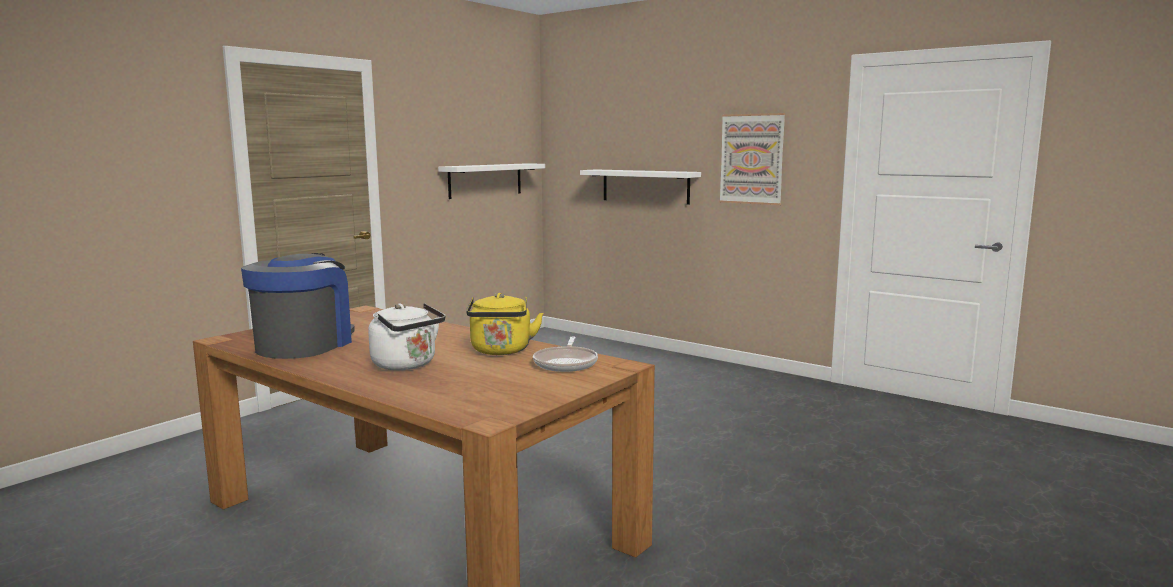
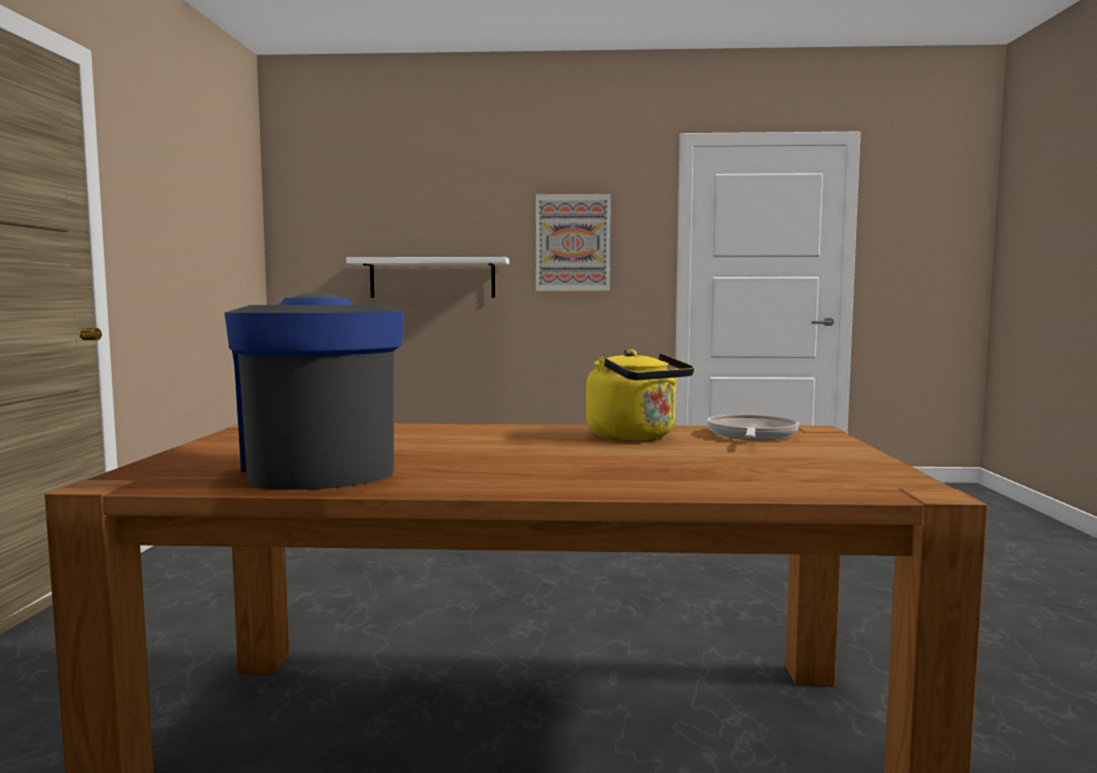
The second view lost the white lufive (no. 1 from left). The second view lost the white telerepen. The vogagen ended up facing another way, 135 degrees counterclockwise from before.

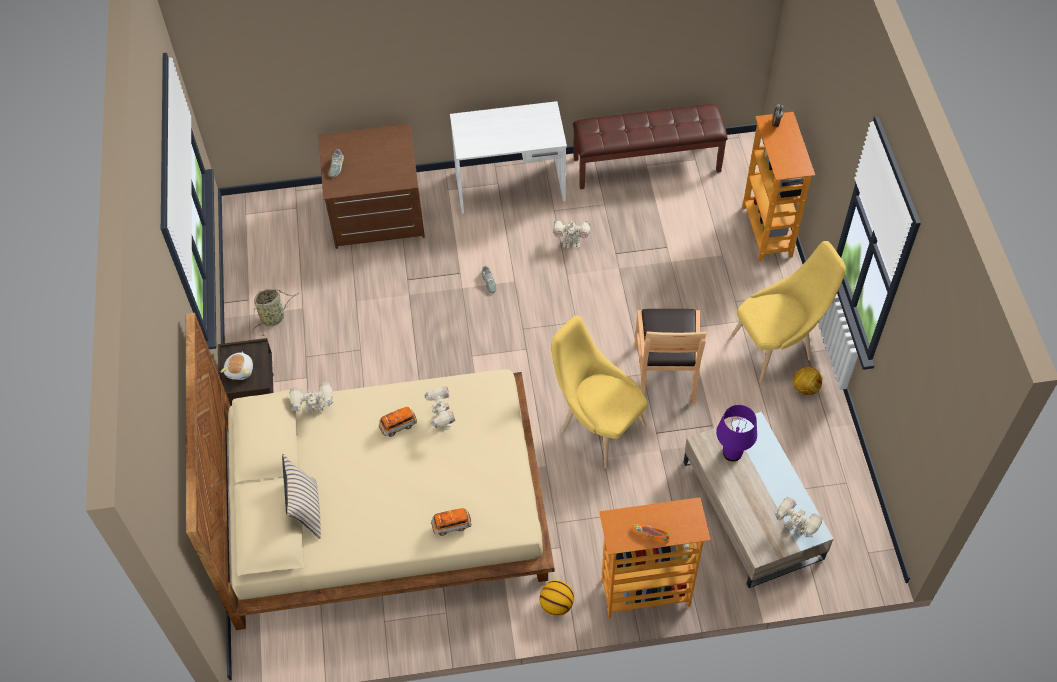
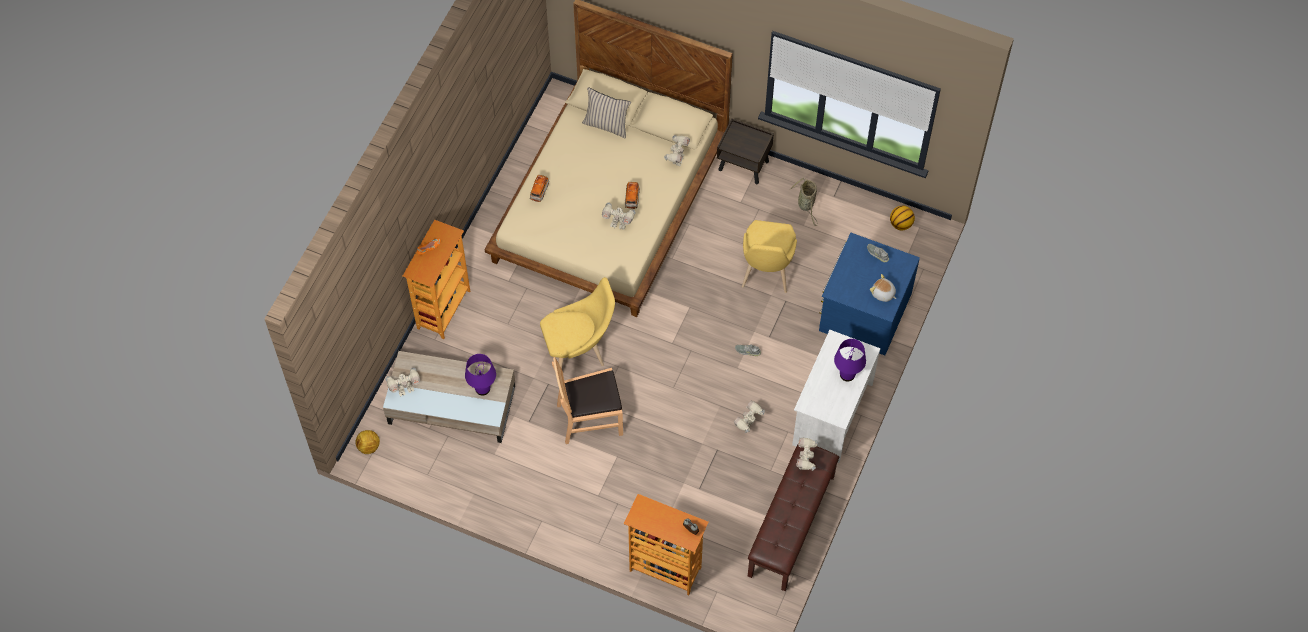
What was the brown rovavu turned into the blue rovavu. The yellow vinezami (no. 2 from left) ended up elsewhere. The brown vinezami ended up facing another way, 45 degrees counterclockwise from before. The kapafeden ended up elsewhere. The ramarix ended up elsewhere. The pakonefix ended up elsewhere. The second view gained the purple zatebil (no. 2 from left). The second view gained the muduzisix (no. 5 from left).

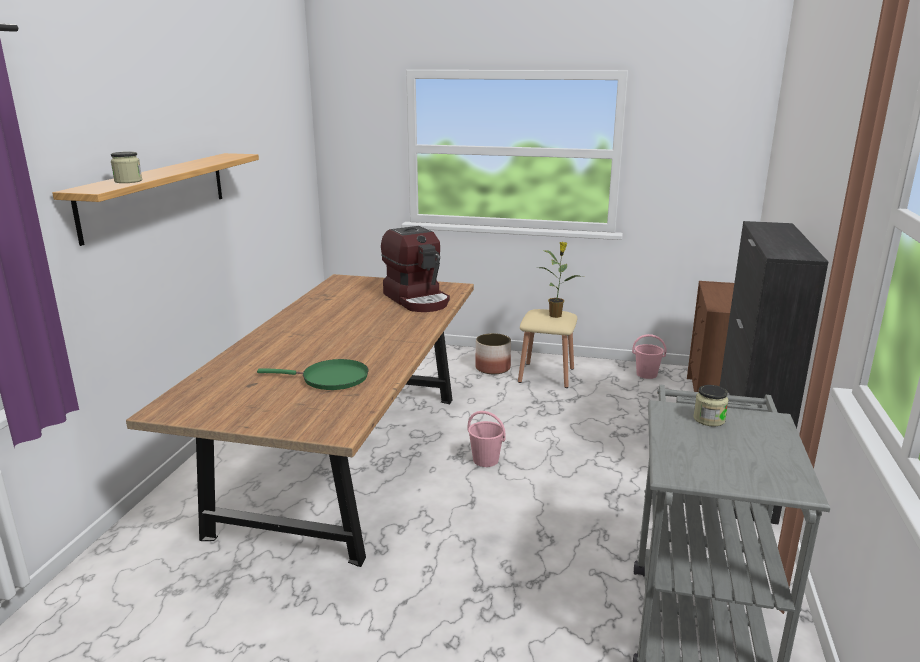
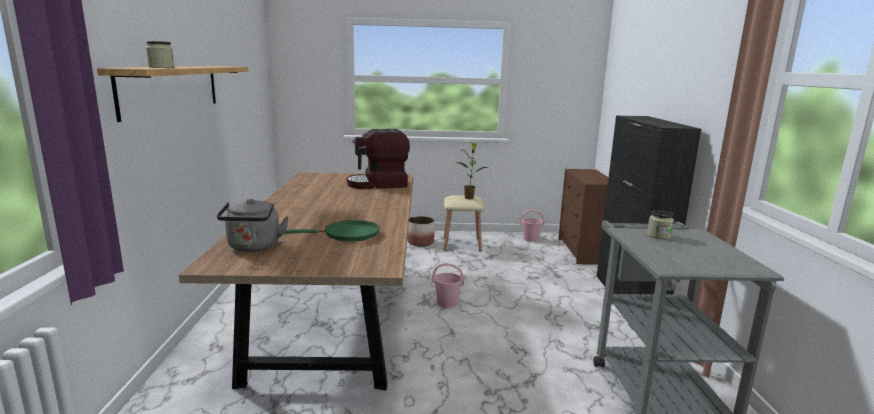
The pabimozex ended up facing another way, 120 degrees clockwise from before. The second view gained the grey telerepen.

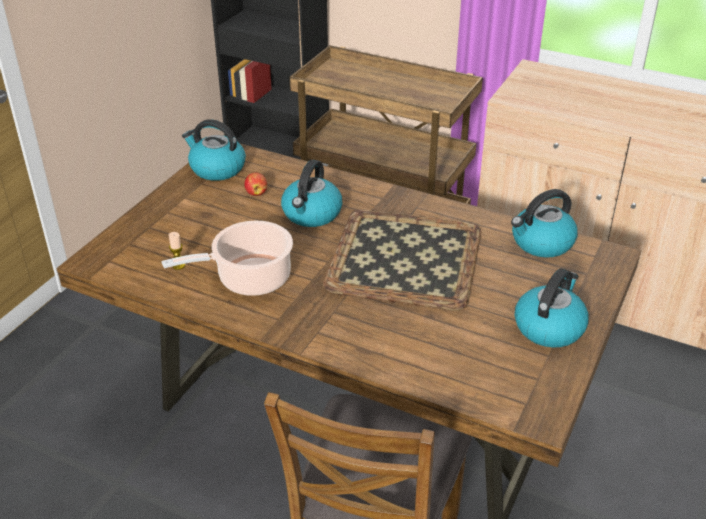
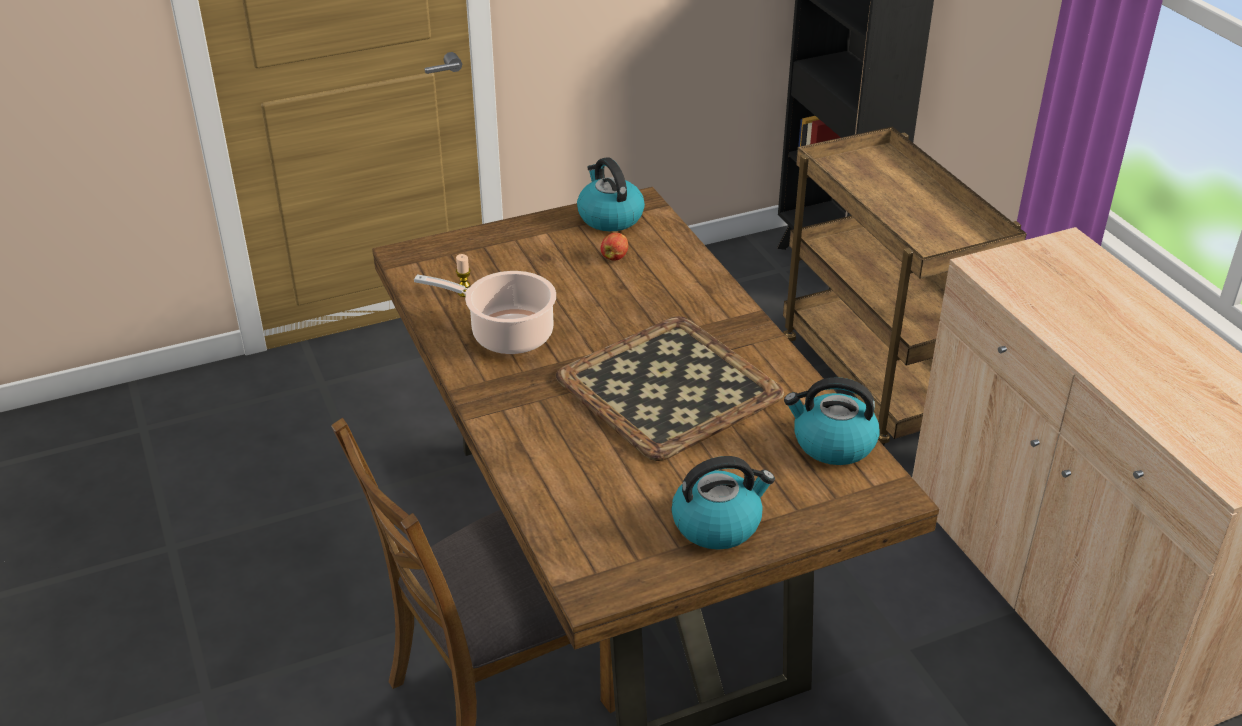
The second view lost the telerepen (no. 2 from left).

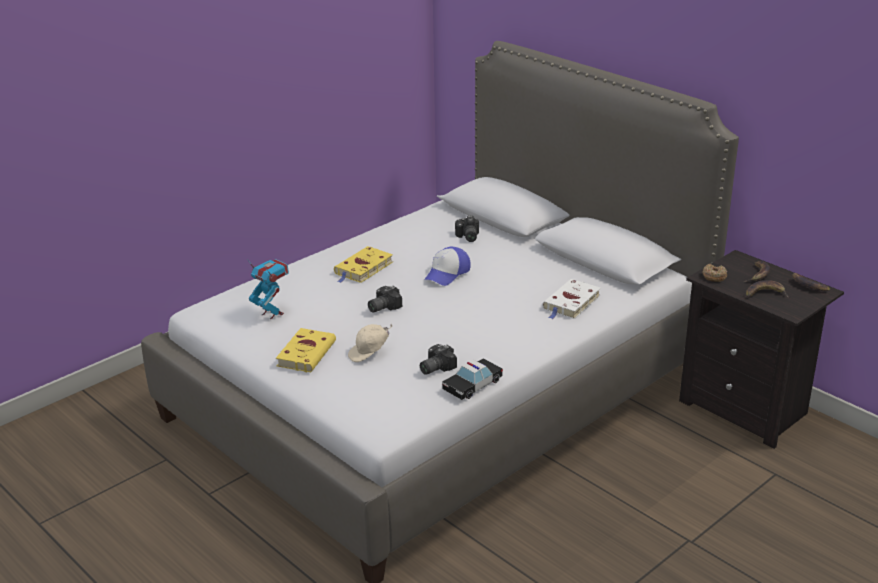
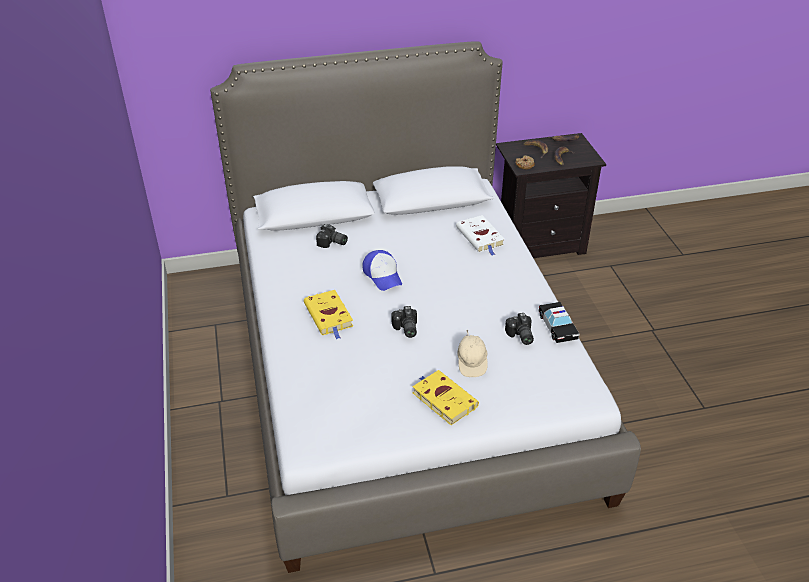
The second view lost the muduzisix.

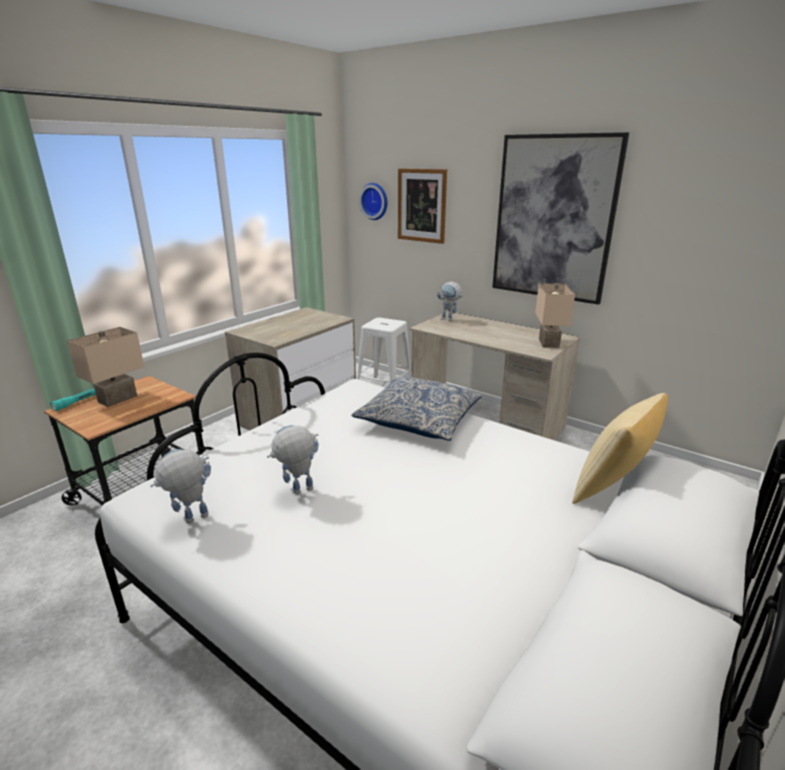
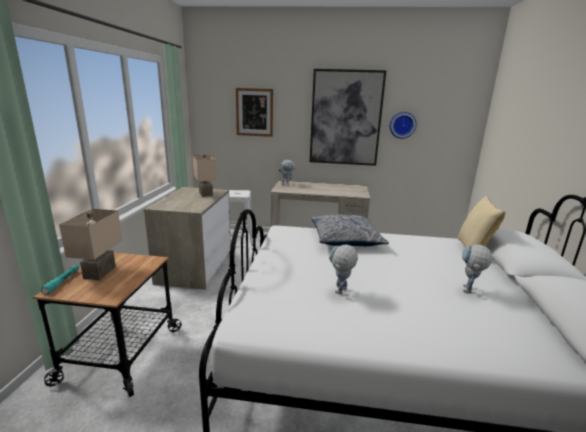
The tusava ended up elsewhere. The beige zatebil (no. 2 from left) ended up elsewhere. The muduzisix (no. 1 from left in the first image) ended up elsewhere.

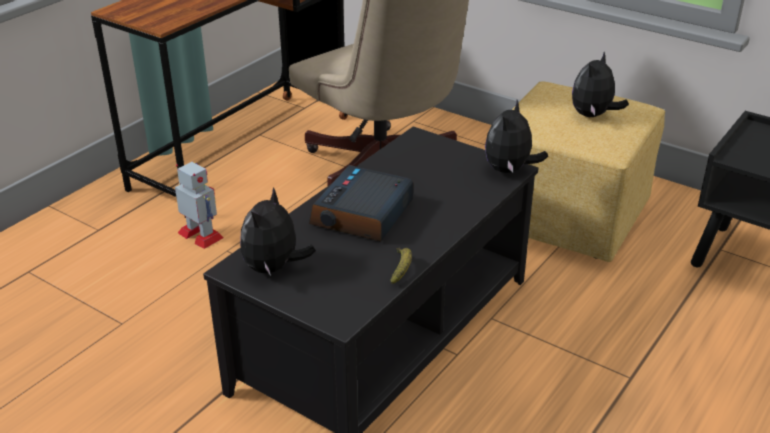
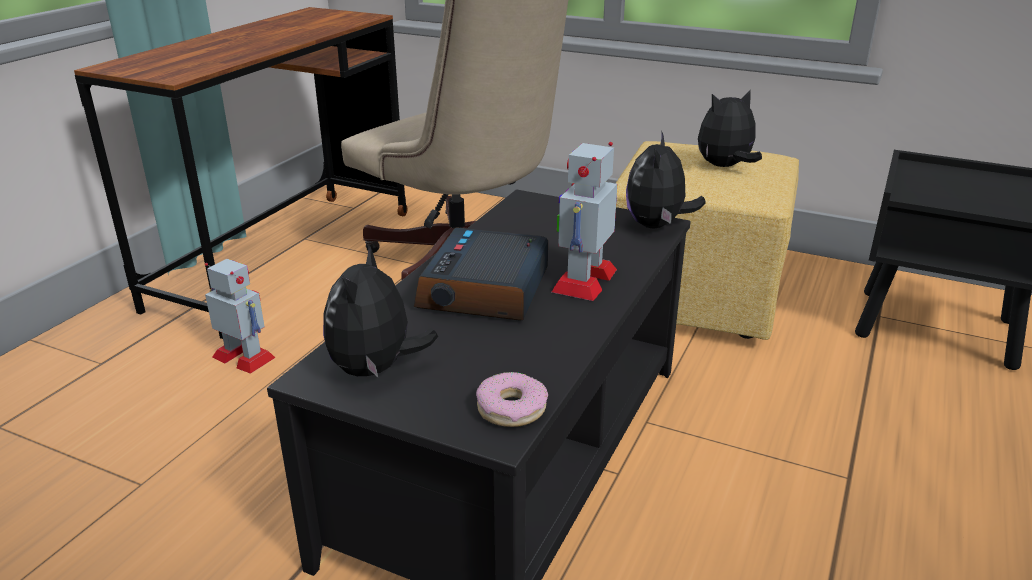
The kapafeden (no. 3 from left) ended up facing another way, 45 degrees clockwise from before. The second view lost the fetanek. The second view gained the muduzisix (no. 2 from left). The second view gained the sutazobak.

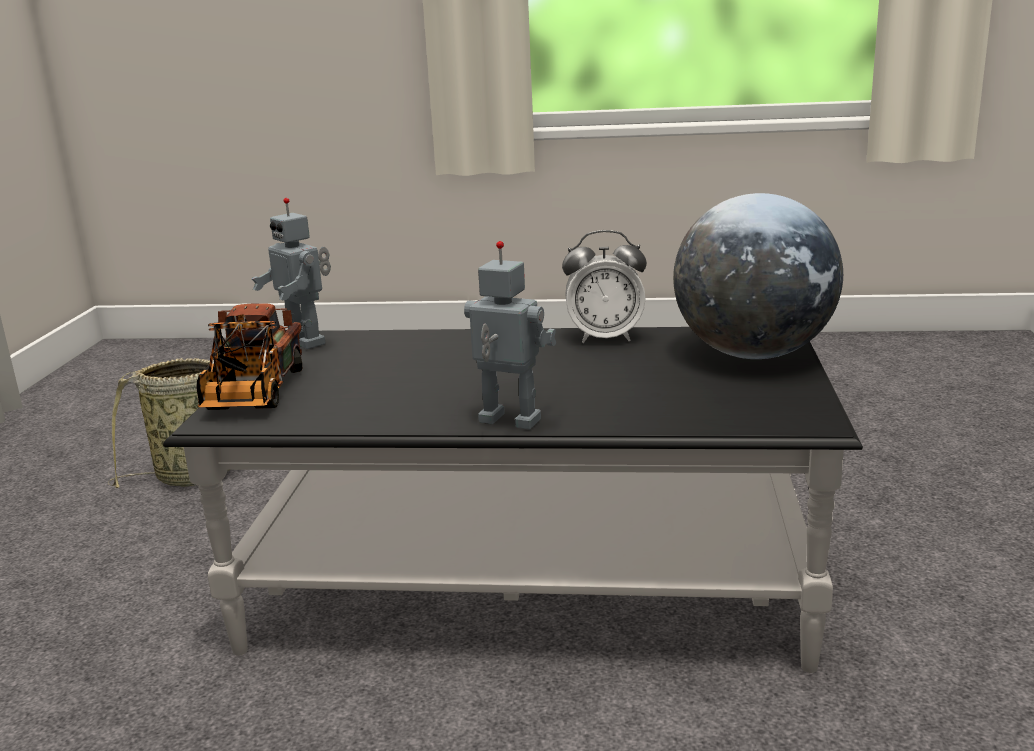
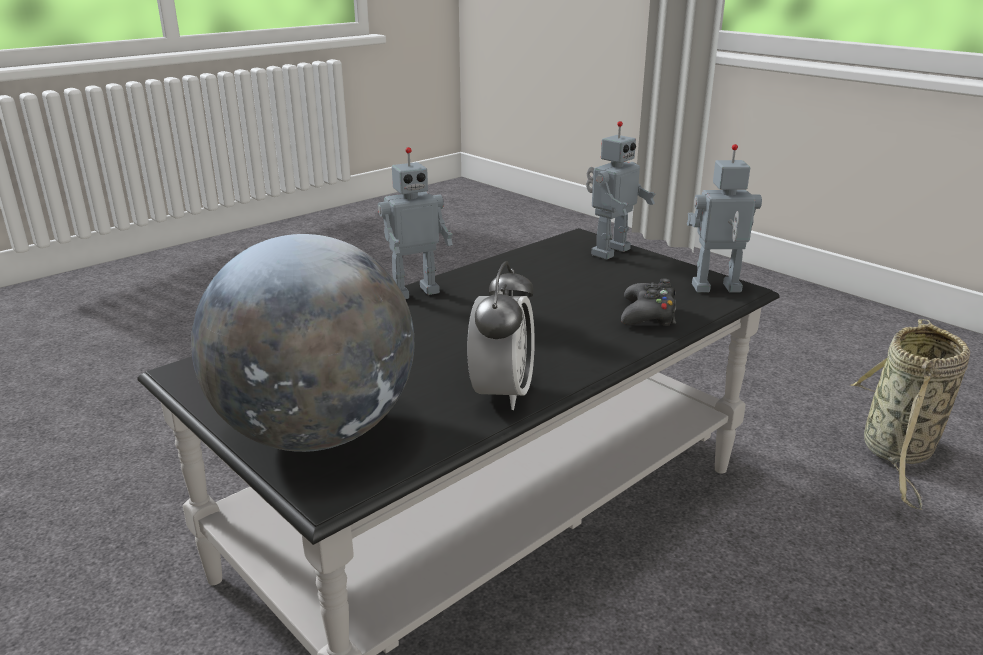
The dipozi ended up facing another way, 150 degrees clockwise from before. Where the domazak stood, the muduzisix (no. 2 from left) came to stand. The second view gained the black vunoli.

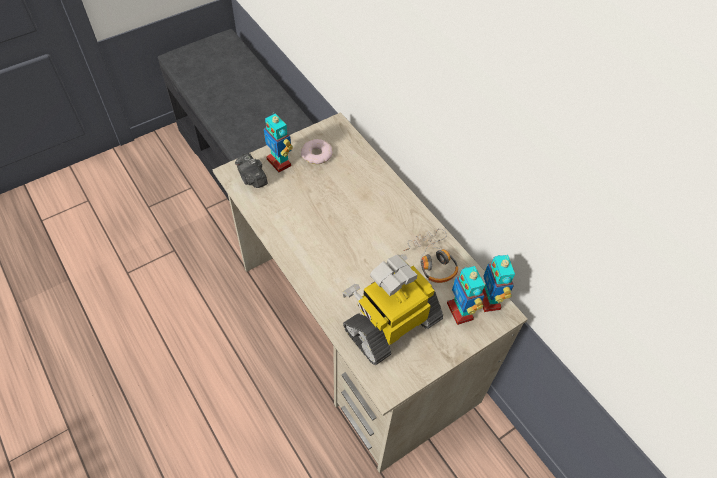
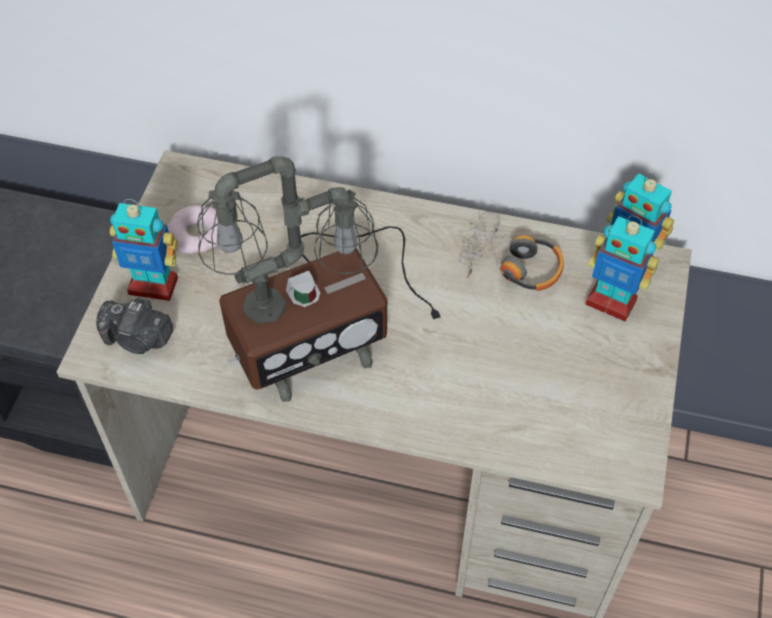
The second view lost the muduzisix (no. 2 from left). The second view gained the zatebil.

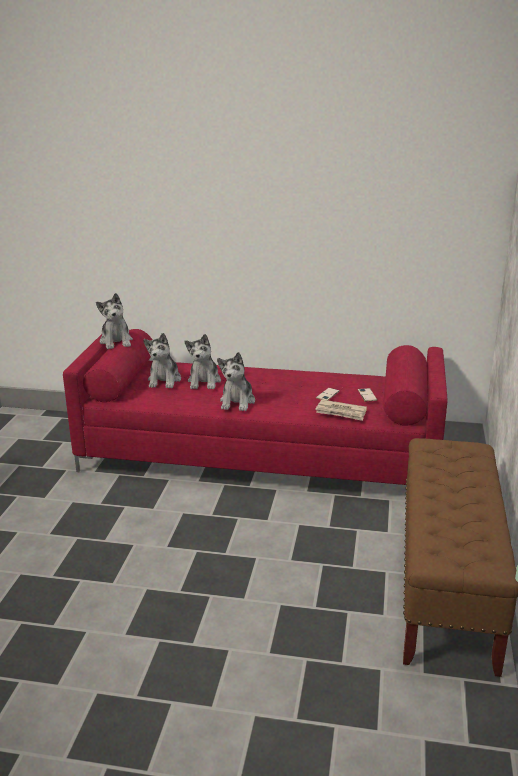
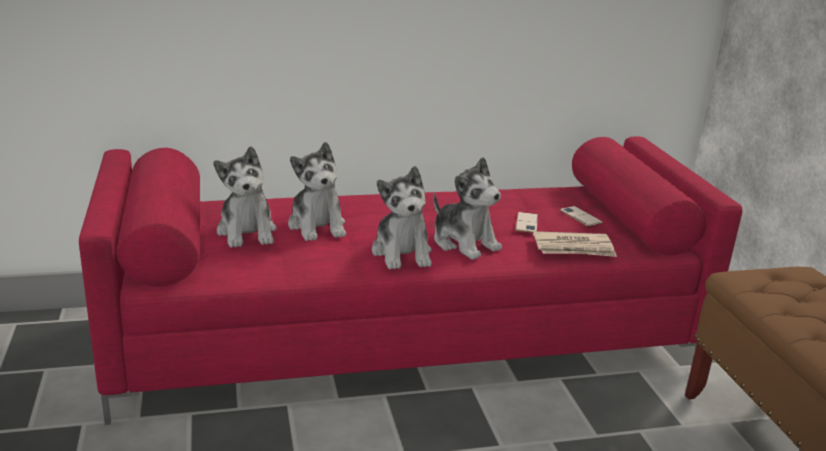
The kapafeden (no. 1 from left in the first image) ended up elsewhere.

